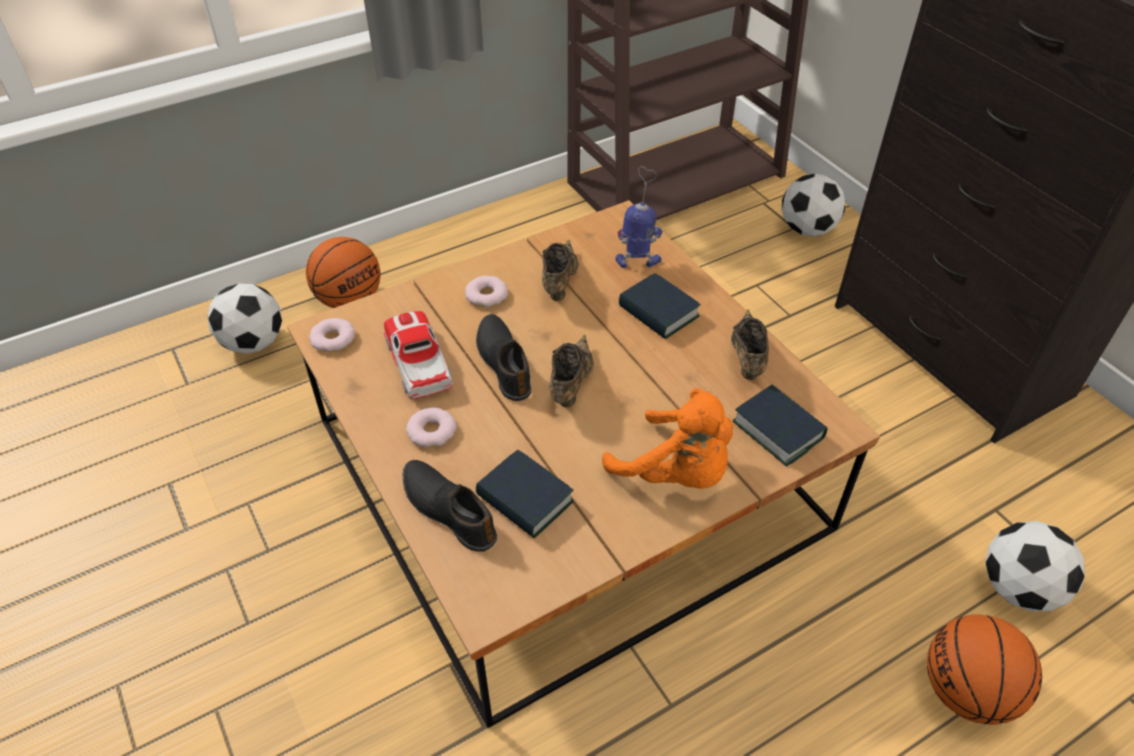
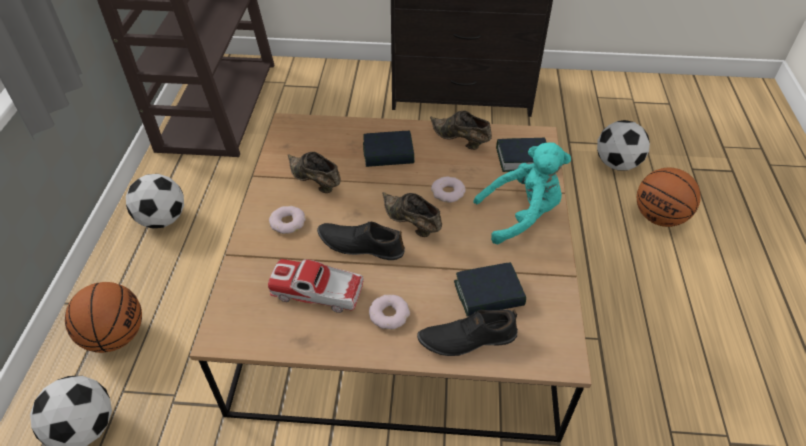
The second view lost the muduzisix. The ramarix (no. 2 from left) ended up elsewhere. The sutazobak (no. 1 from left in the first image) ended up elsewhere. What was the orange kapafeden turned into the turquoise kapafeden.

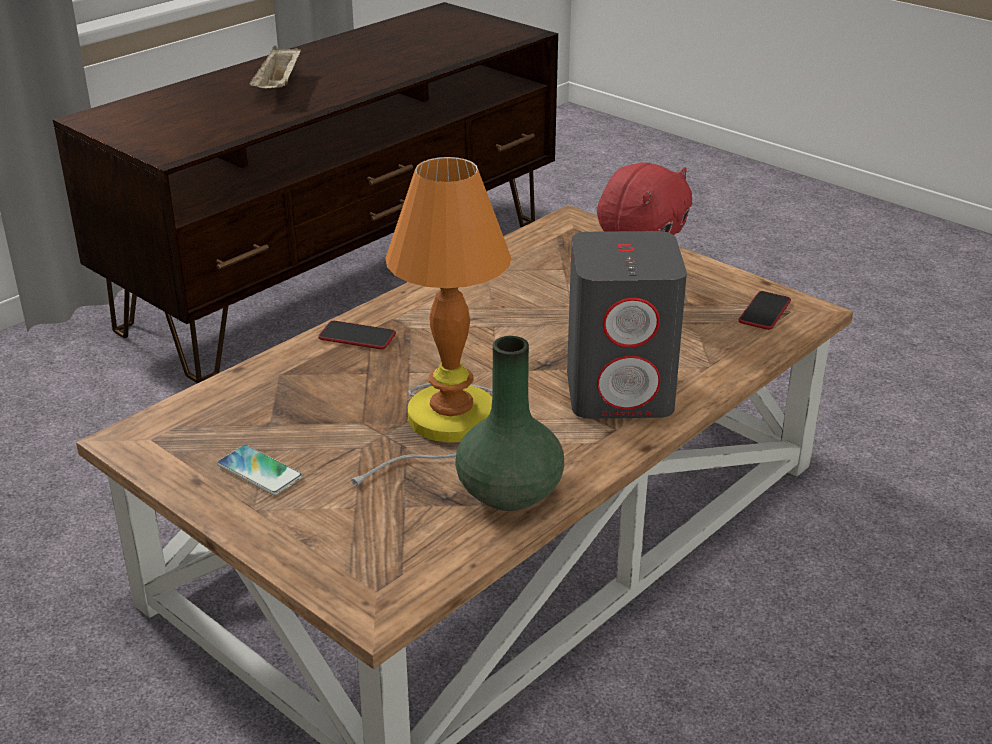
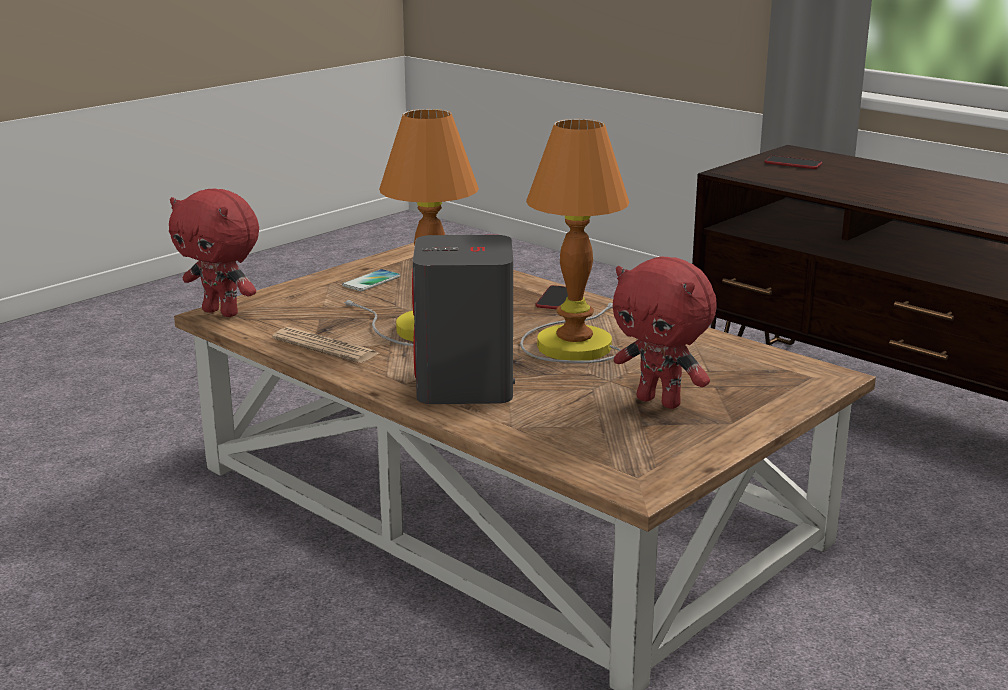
The second view lost the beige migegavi. The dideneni (no. 3 from left) ended up elsewhere. Where the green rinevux stood, the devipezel came to stand. The second view gained the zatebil (no. 2 from left). The second view gained the red kapafeden (no. 1 from left).

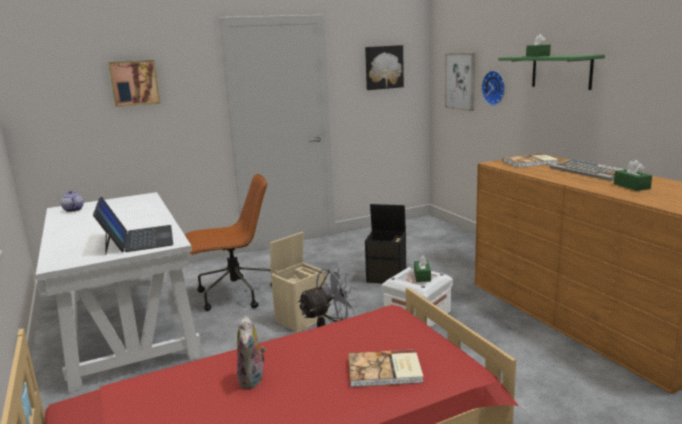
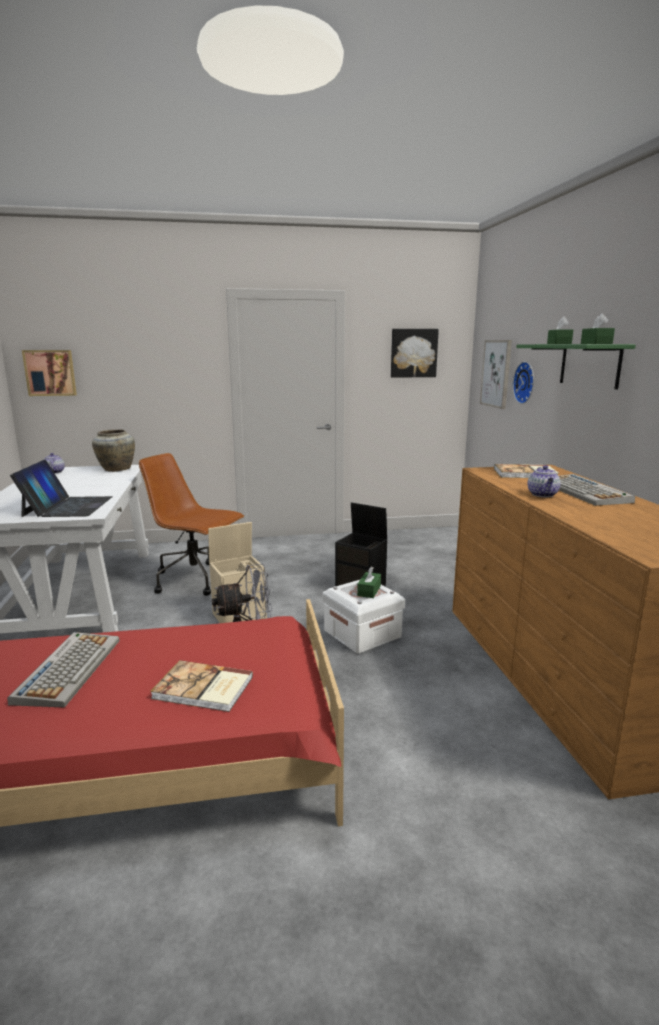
The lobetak (no. 1 from left) ended up elsewhere. The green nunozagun (no. 3 from left) ended up elsewhere. The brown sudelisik ended up facing another way, 150 degrees counterclockwise from before. Where the kapafeden stood, the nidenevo (no. 1 from left) came to stand. The second view gained the beige rinevux. The second view gained the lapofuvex (no. 2 from left).

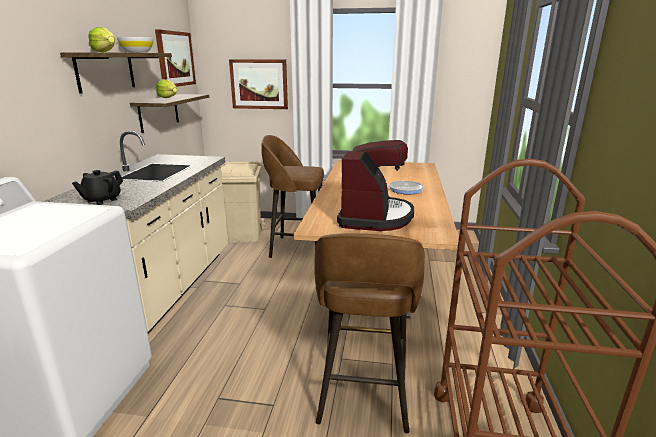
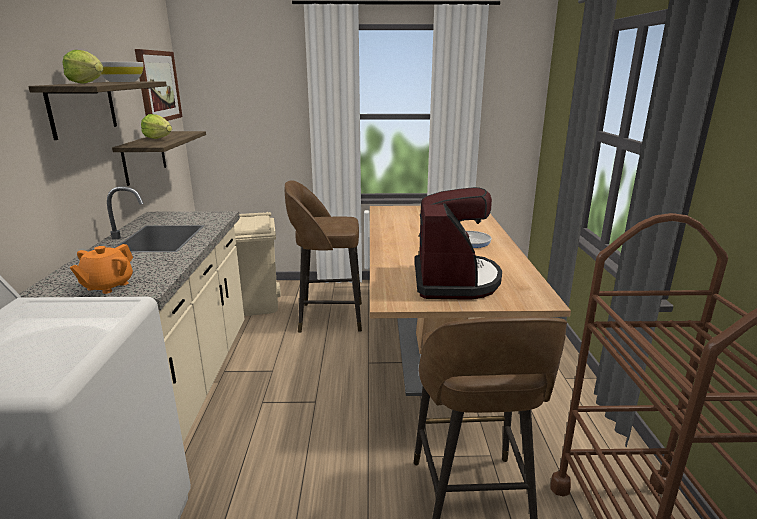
The second view lost the lobetak (no. 2 from left). What was the black lapofuvex turned into the orange lapofuvex.

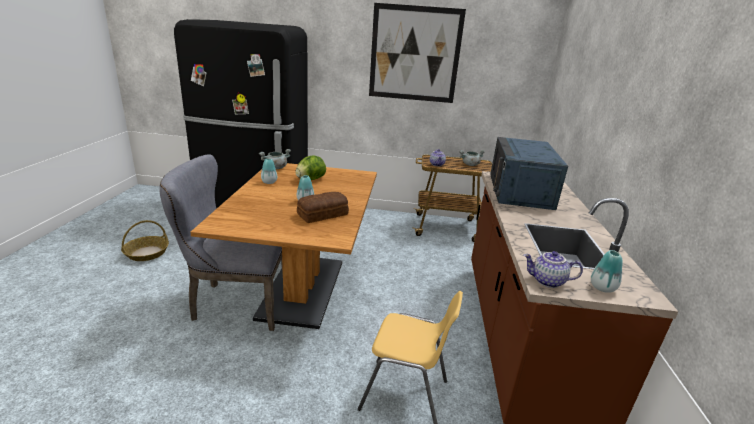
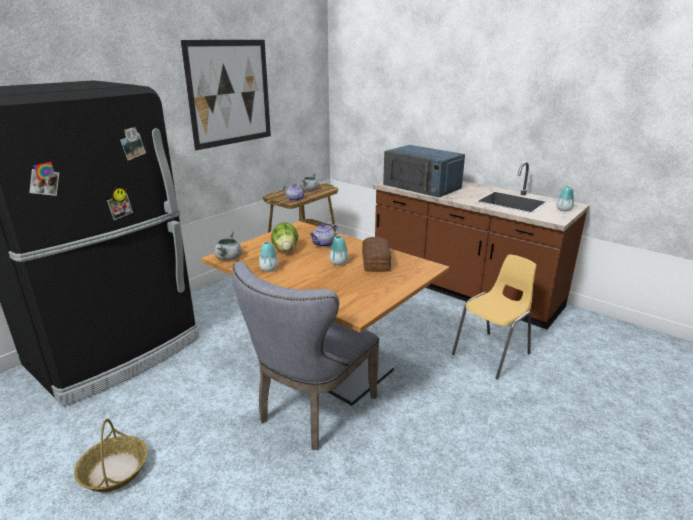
The lapofuvex (no. 2 from left) ended up elsewhere.

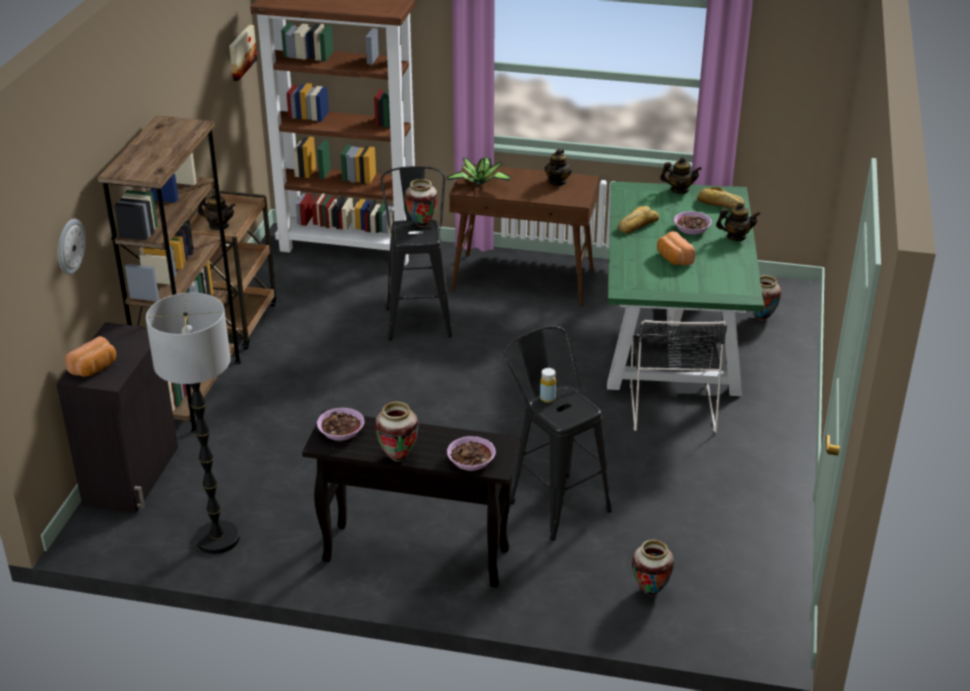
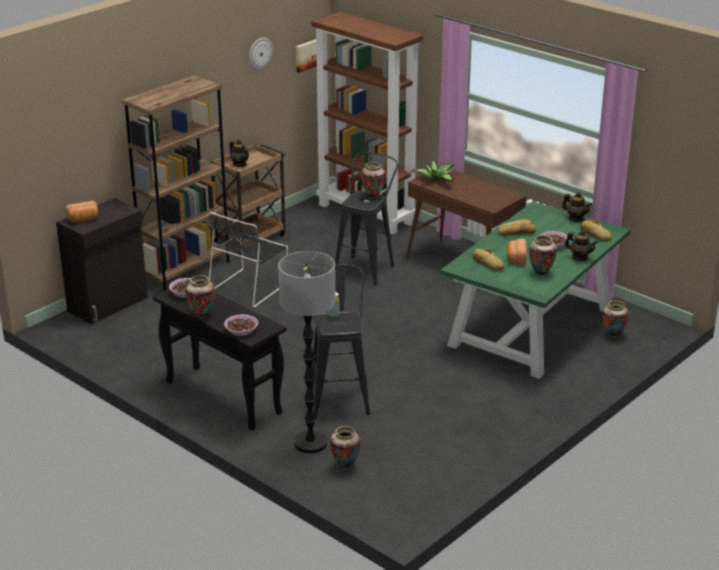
The second view lost the lapofuvex (no. 2 from left). The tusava ended up elsewhere. The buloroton ended up elsewhere. The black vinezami ended up elsewhere. The second view gained the rinevux (no. 4 from left). The second view gained the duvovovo (no. 2 from left).

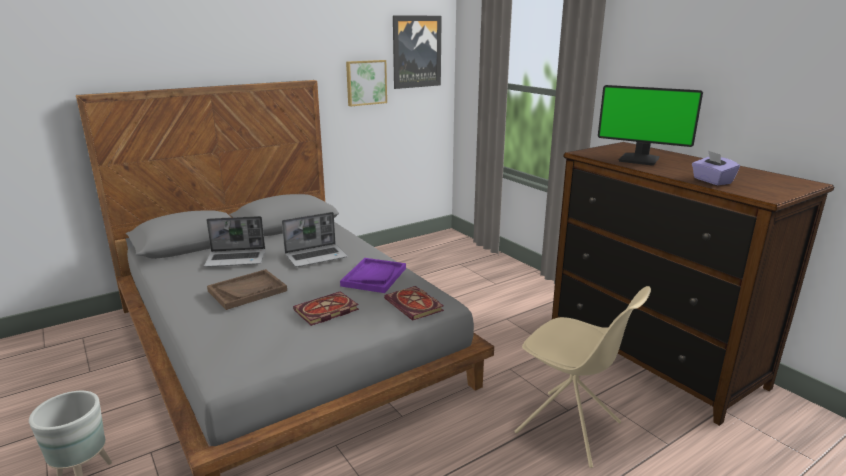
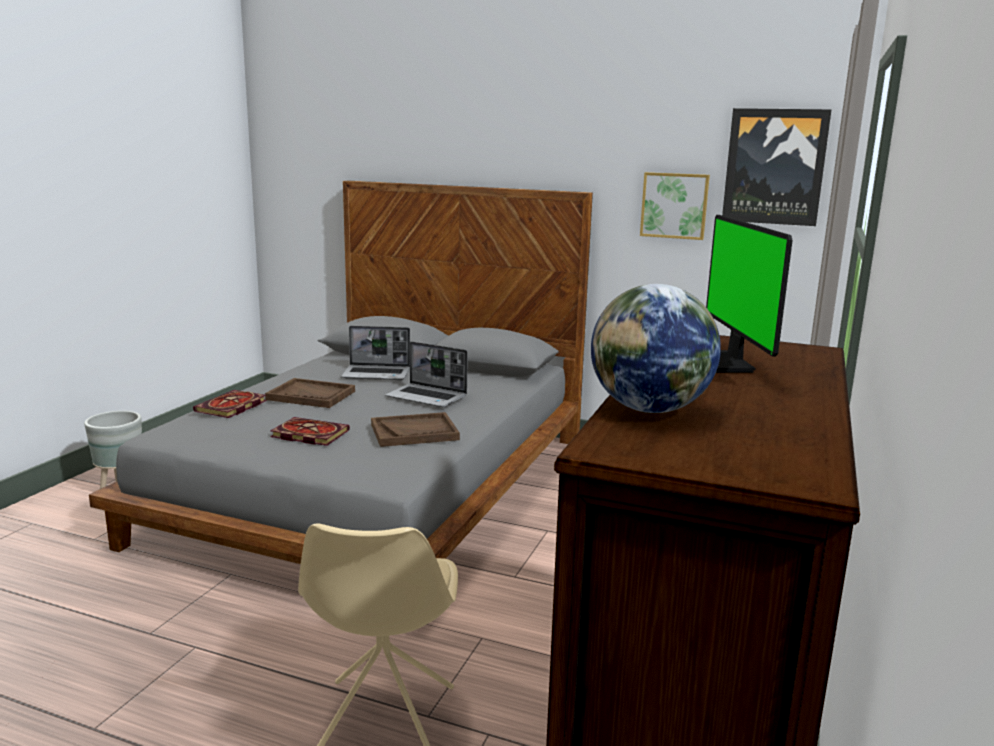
Where the purple nunozagun stood, the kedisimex came to stand. The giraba (no. 1 from left) ended up facing another way, 45 degrees counterclockwise from before. What was the purple migegavi turned into the brown migegavi (no. 2 from left). The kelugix (no. 2 from left in the first image) ended up elsewhere.

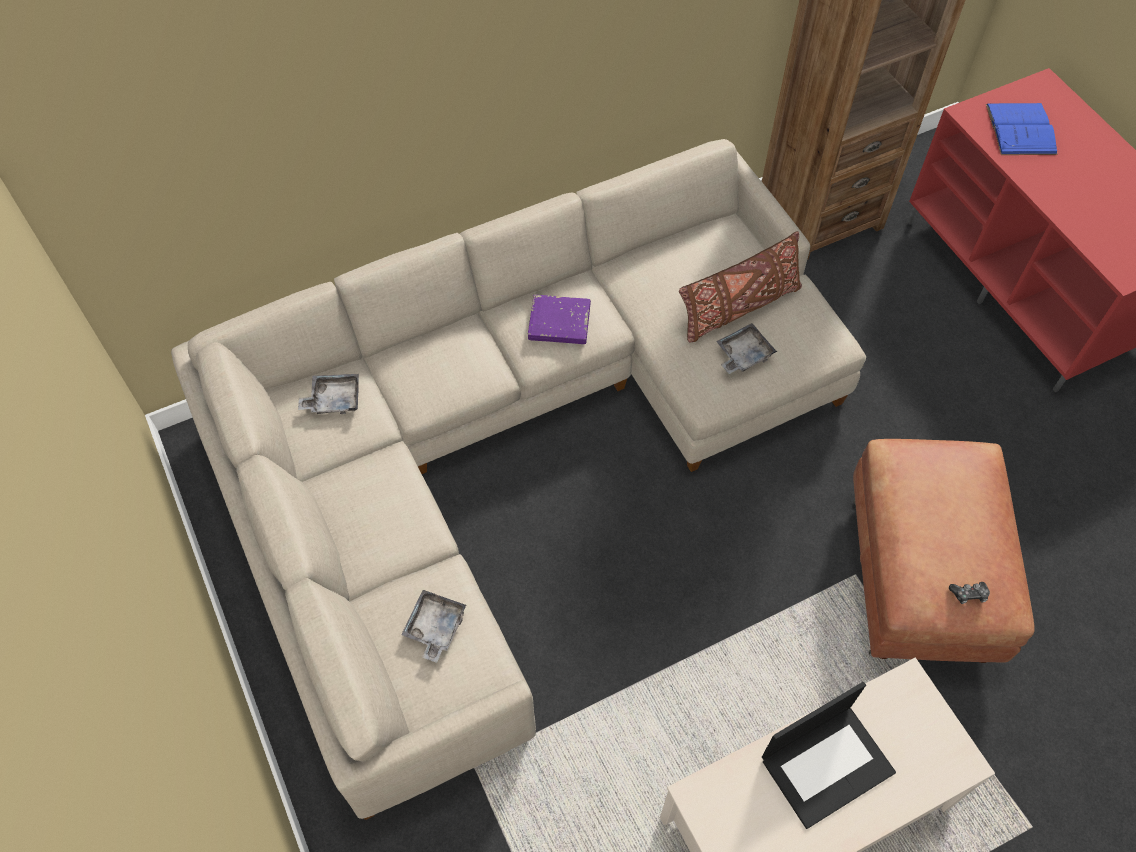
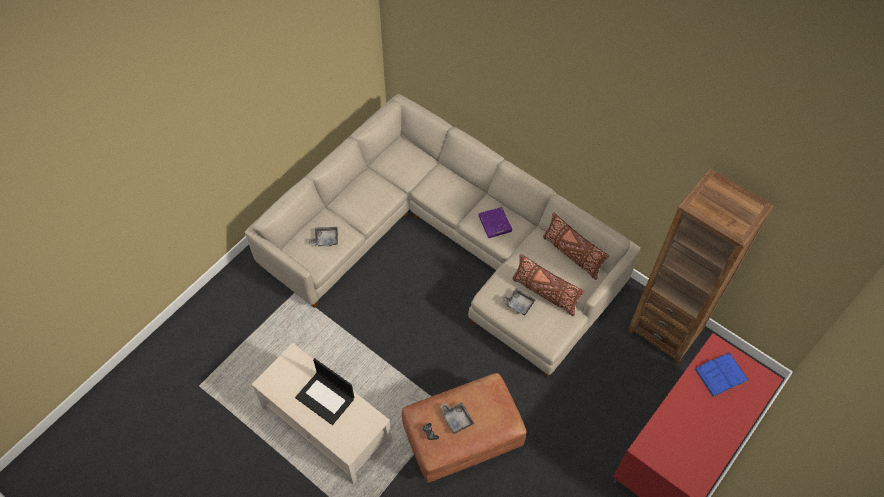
The grey migegavi (no. 1 from left in the first image) ended up elsewhere. The second view gained the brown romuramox (no. 2 from left).

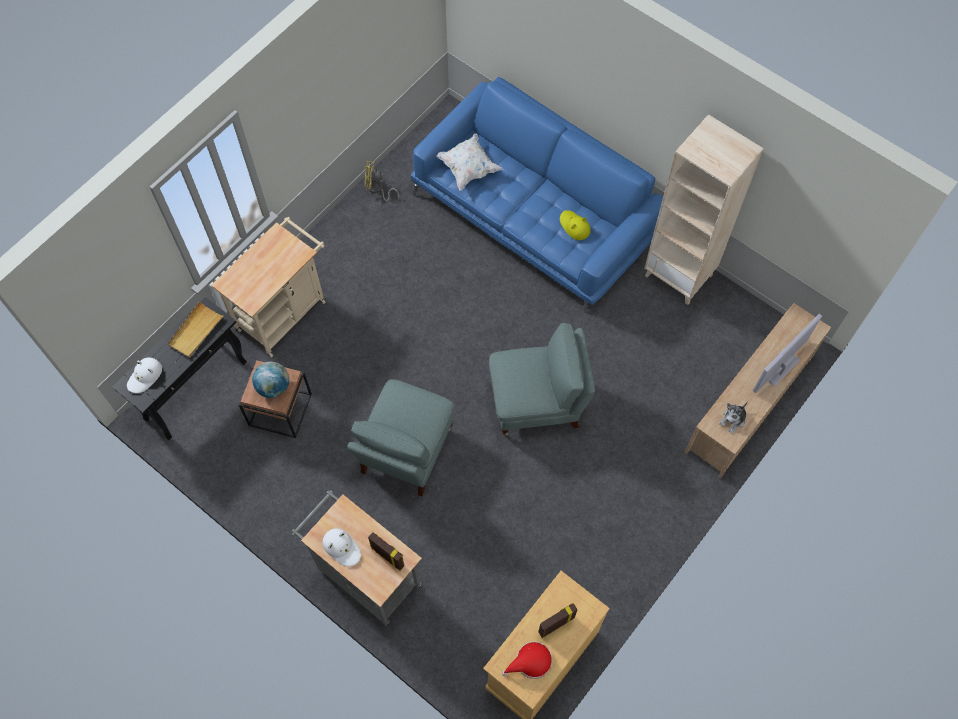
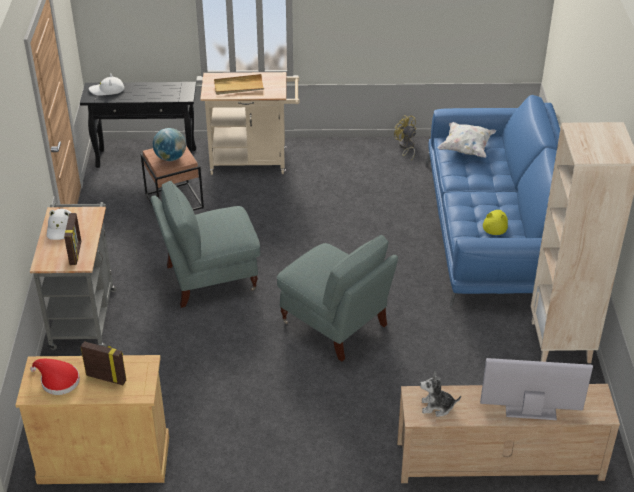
The beige migegavi ended up elsewhere.

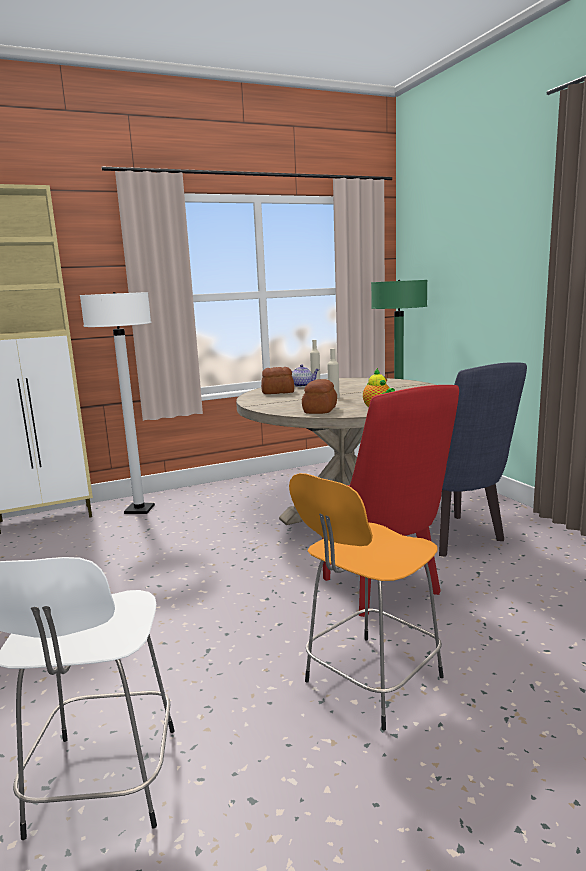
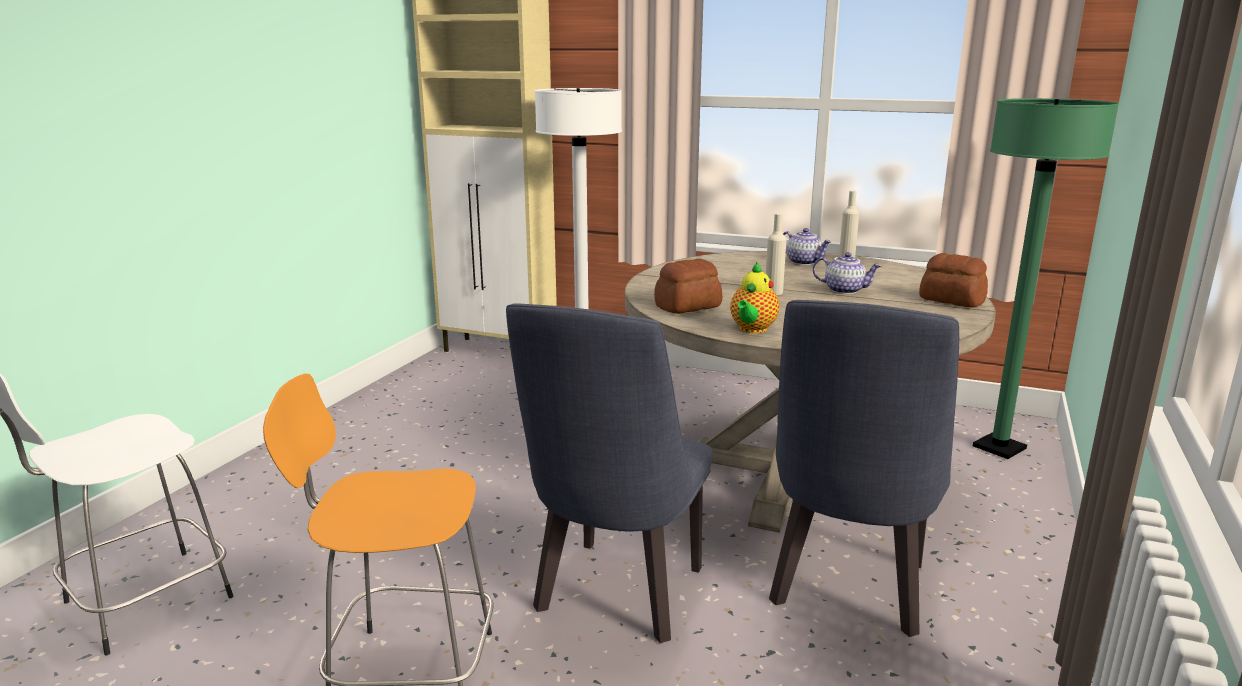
The duvovovo (no. 1 from left in the first image) ended up elsewhere. What was the red vinezami turned into the blue vinezami (no. 1 from left). The second view gained the lapofuvex (no. 3 from left).

